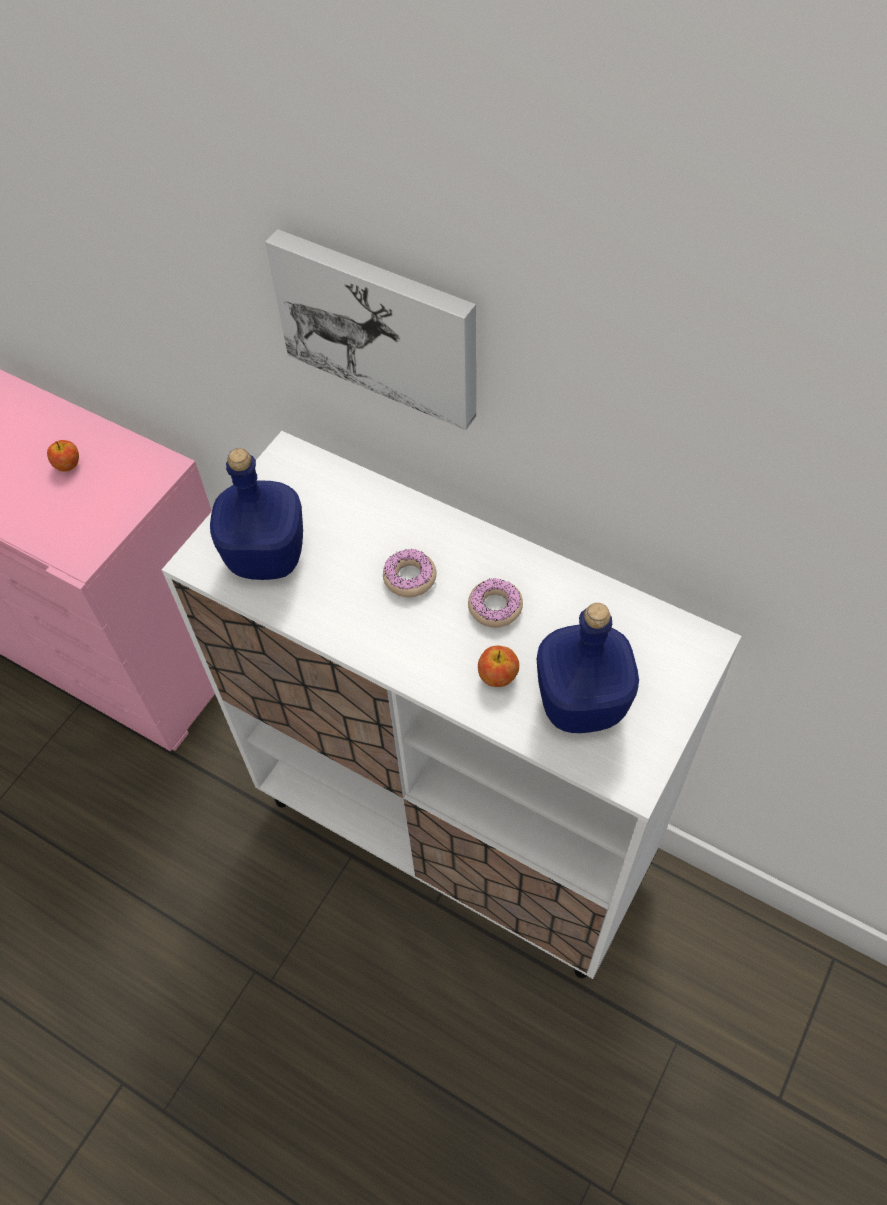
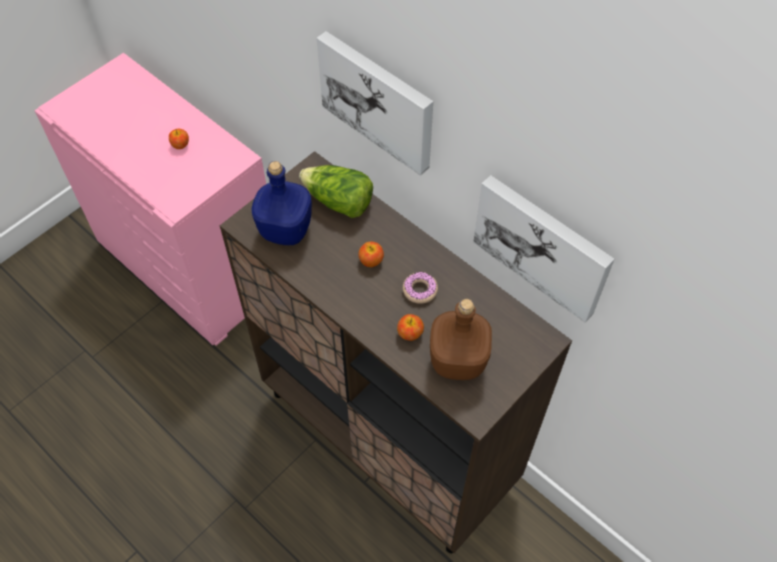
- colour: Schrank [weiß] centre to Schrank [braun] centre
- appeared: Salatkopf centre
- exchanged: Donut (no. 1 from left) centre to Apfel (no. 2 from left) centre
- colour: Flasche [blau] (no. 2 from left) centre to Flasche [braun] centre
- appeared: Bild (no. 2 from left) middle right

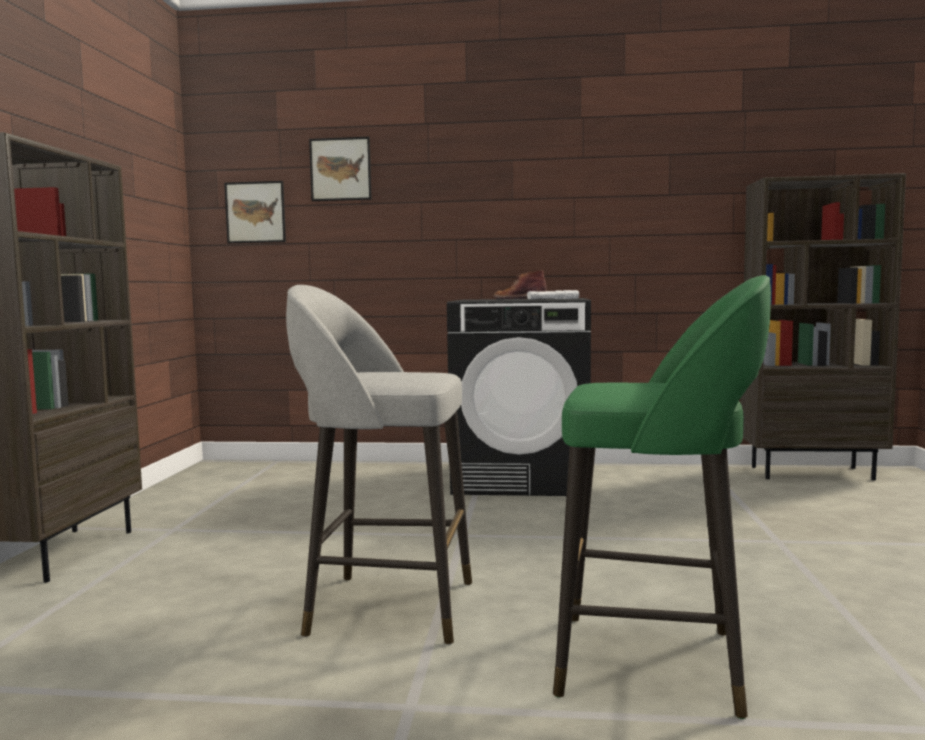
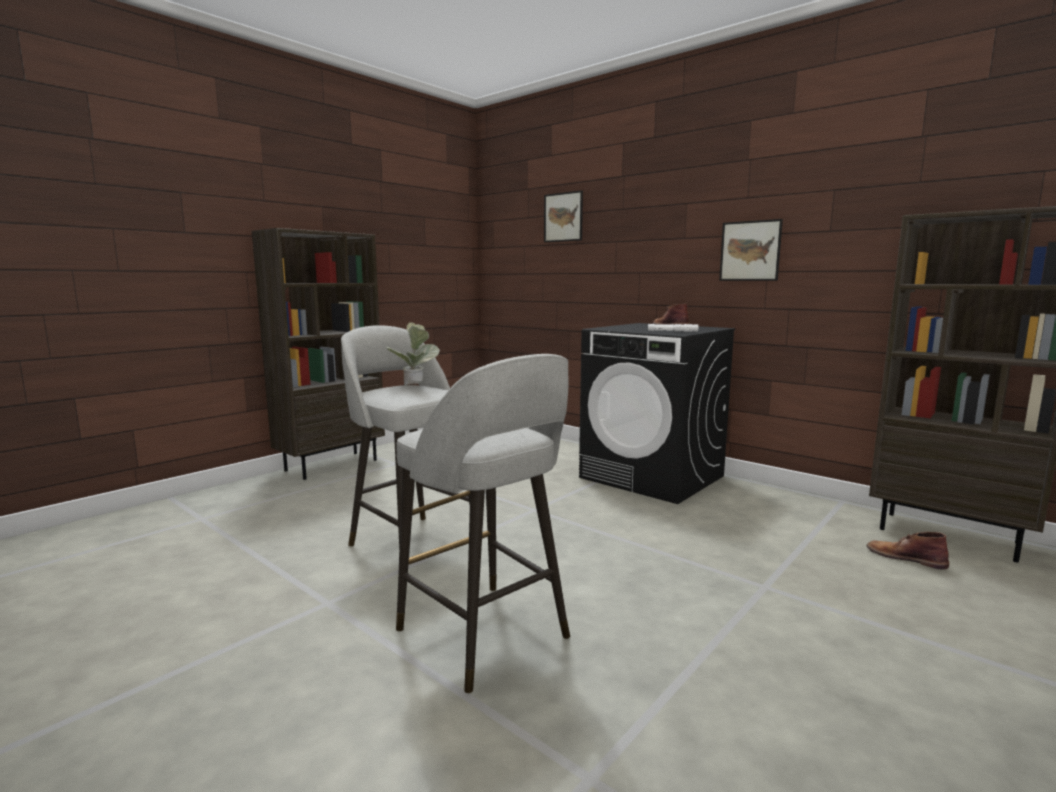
- appeared: Topfpflanze centre
- colour: Hocker [grün] bottom right to Hocker [grau] (no. 2 from left) centre
- relocated: Bild (no. 1 from left in the first image) top left to Bild (no. 2 from left) top right
- appeared: Stiefel [braun] (no. 2 from left) bottom right

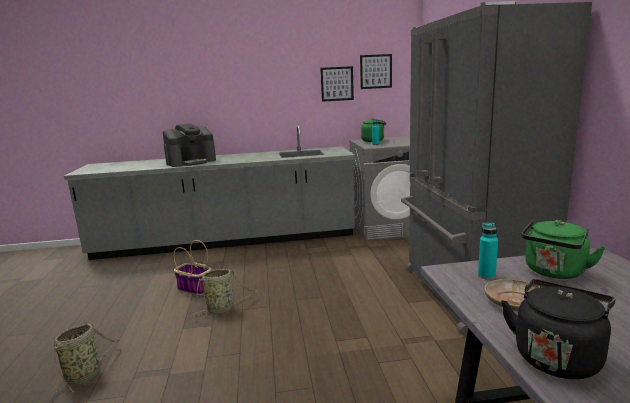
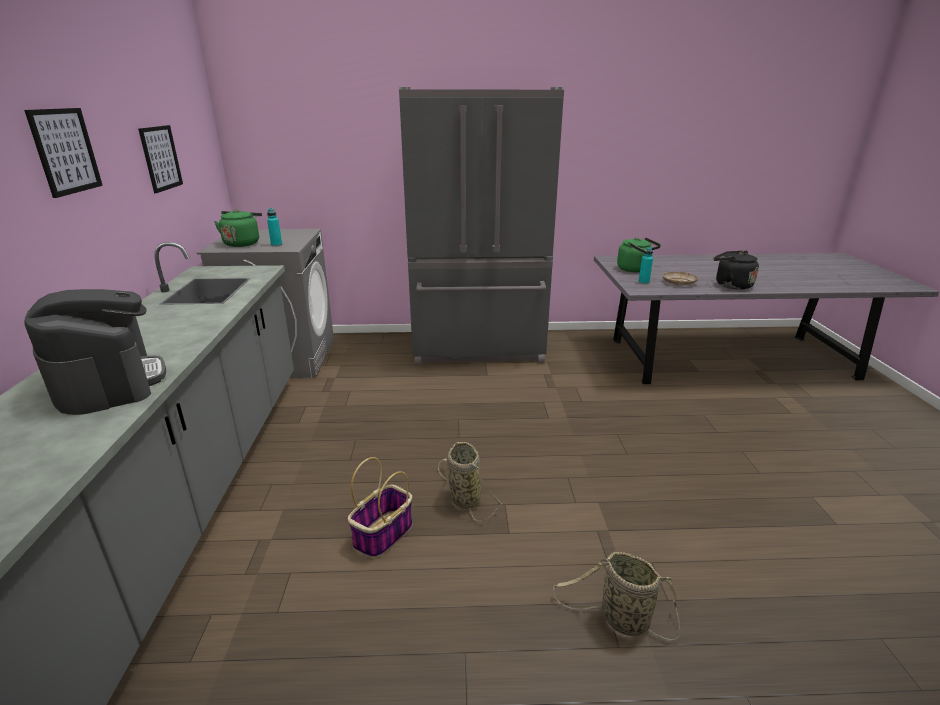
- relocated: Bild (no. 2 from left in the first image) top centre to Bild (no. 1 from left) top left

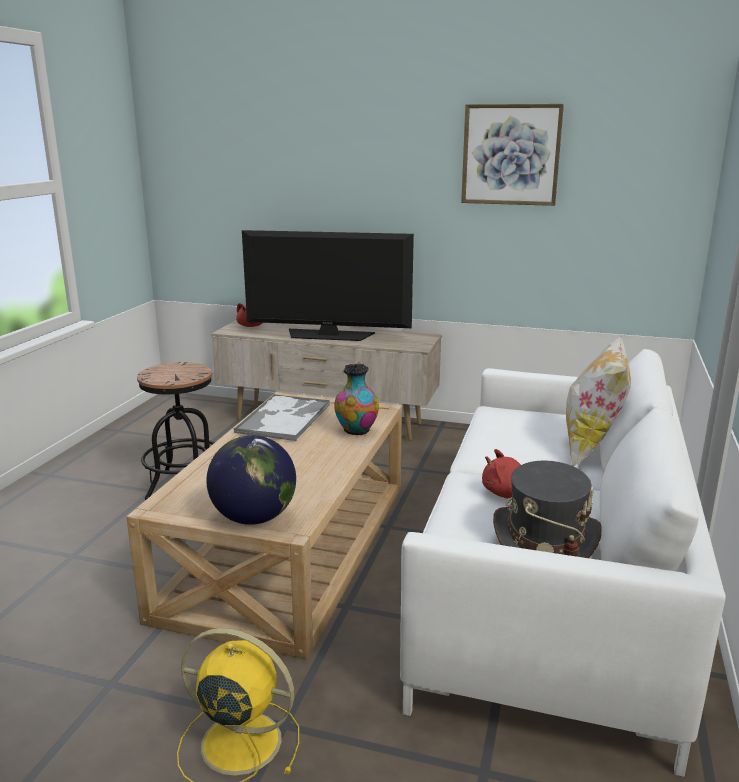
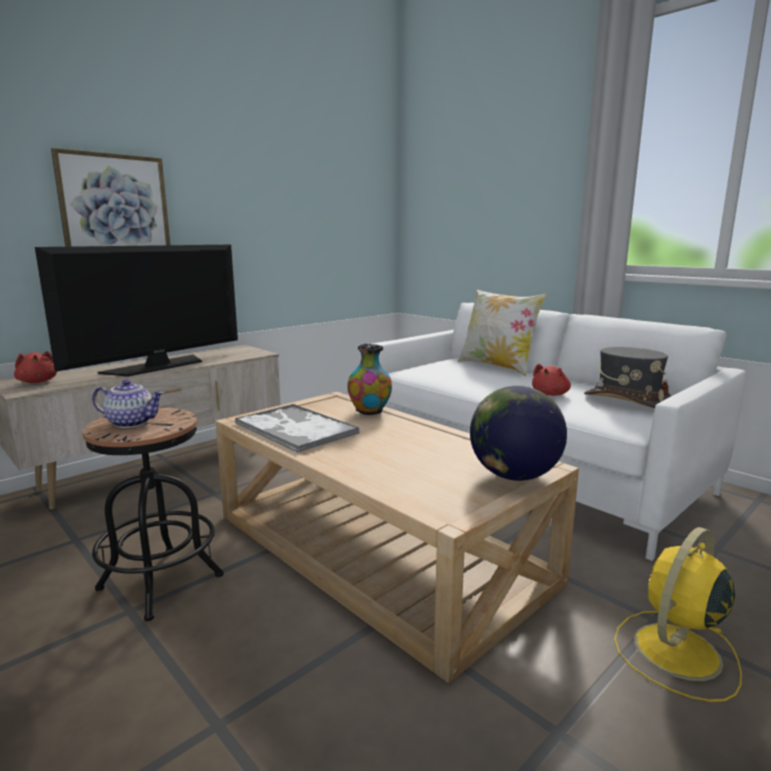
- relocated: Bild top right to top left
- appeared: Teekanne middle left

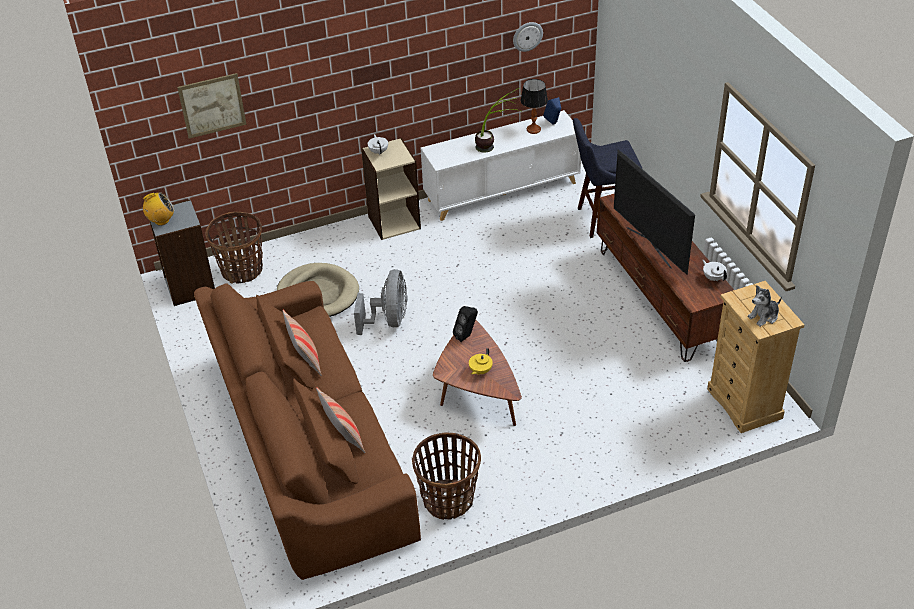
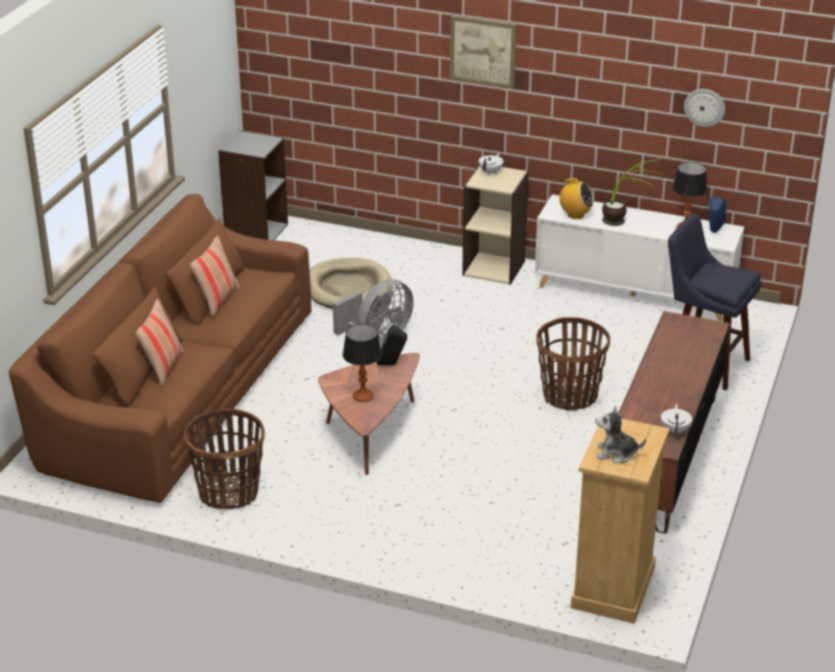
- exchanged: Teekanne [gelb] centre to Tischlampe (no. 1 from left) centre
- relocated: Bild top left to top centre
- relocated: Korb (no. 1 from left in the first image) middle left to Korb (no. 2 from left) middle right
- relocated: Radio middle left to top right
- missing: Fernseher middle right

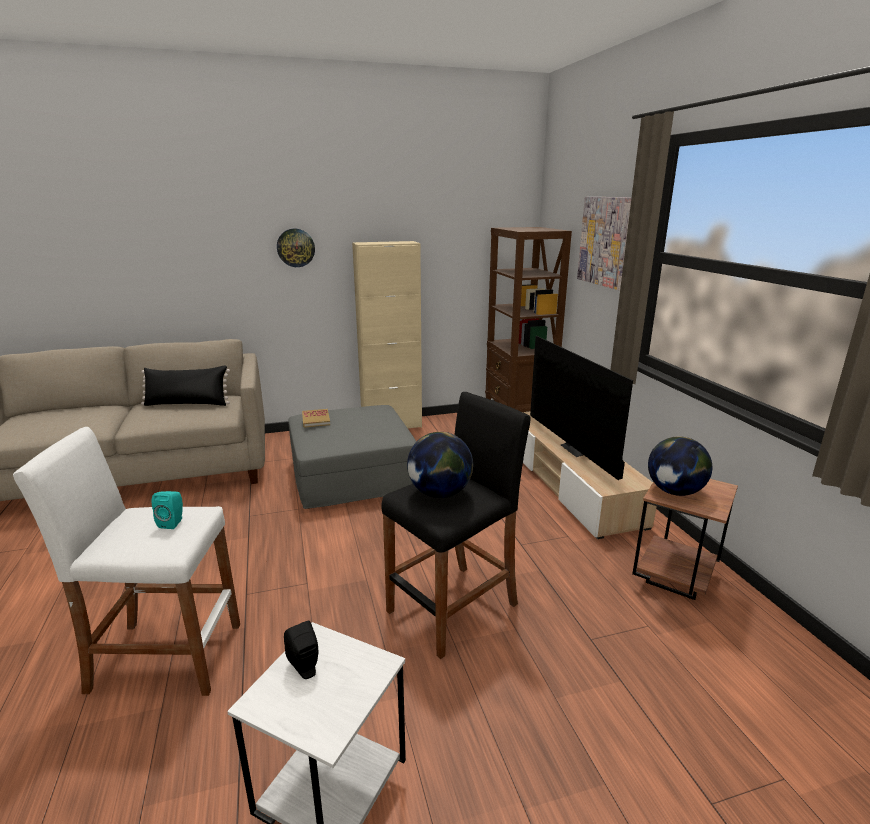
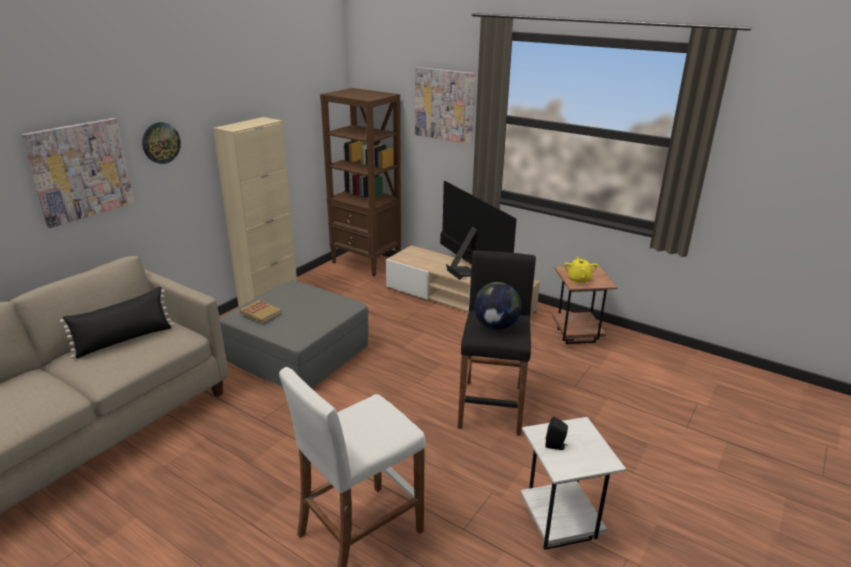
- appeared: Bild (no. 1 from left) top left
- spun: Fernseher middle right = centre 150 degrees counterclockwise
- exchanged: Globus (no. 2 from left) middle right to Teekanne [gelb] middle right
- missing: Lautsprecher [türkis] middle left

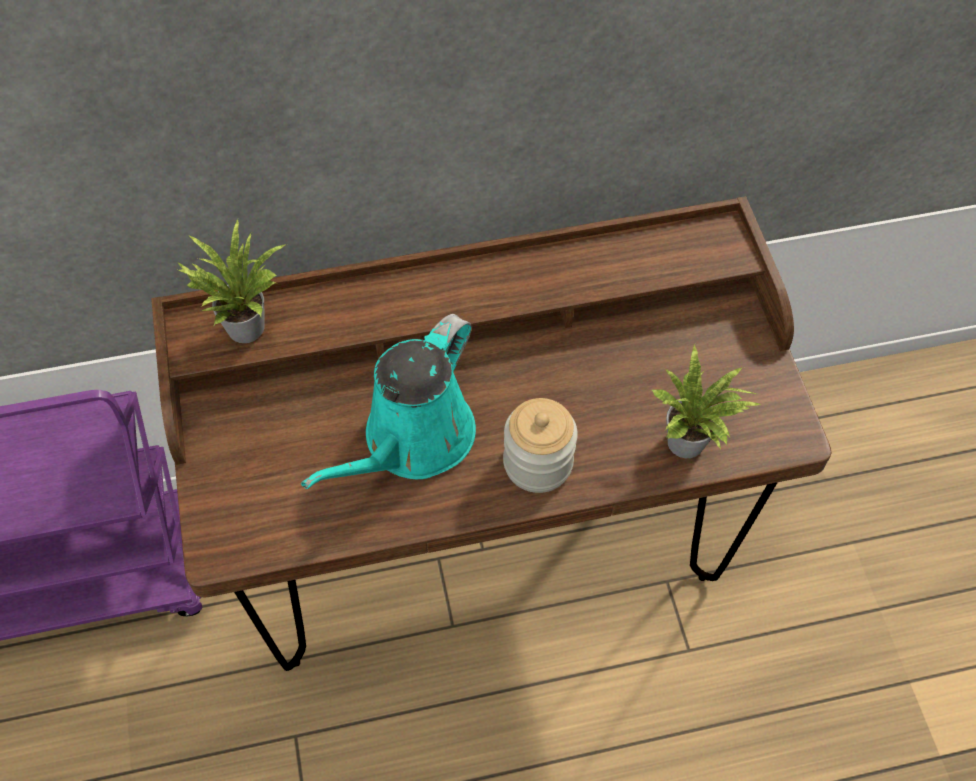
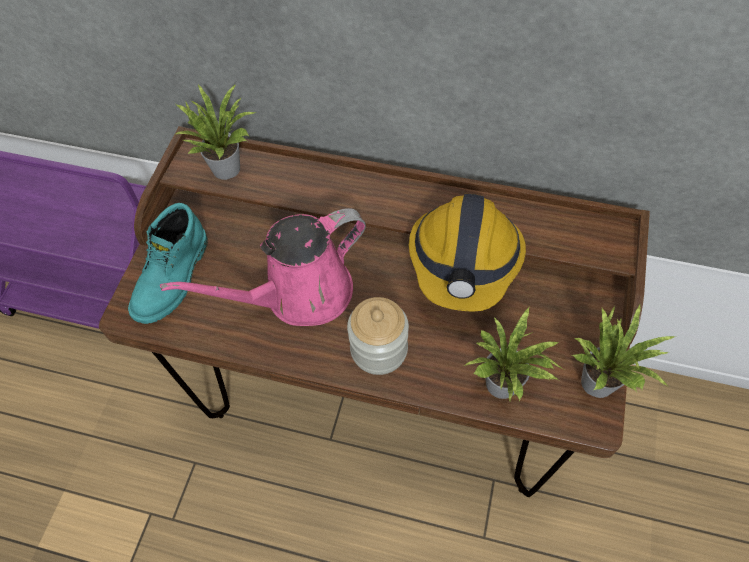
- appeared: Stiefel [türkis] middle left
- colour: Gießkanne [türkis] centre to Gießkanne [rosa] centre
- appeared: Schutzhelm centre
- appeared: Topfpflanze (no. 3 from left) middle right

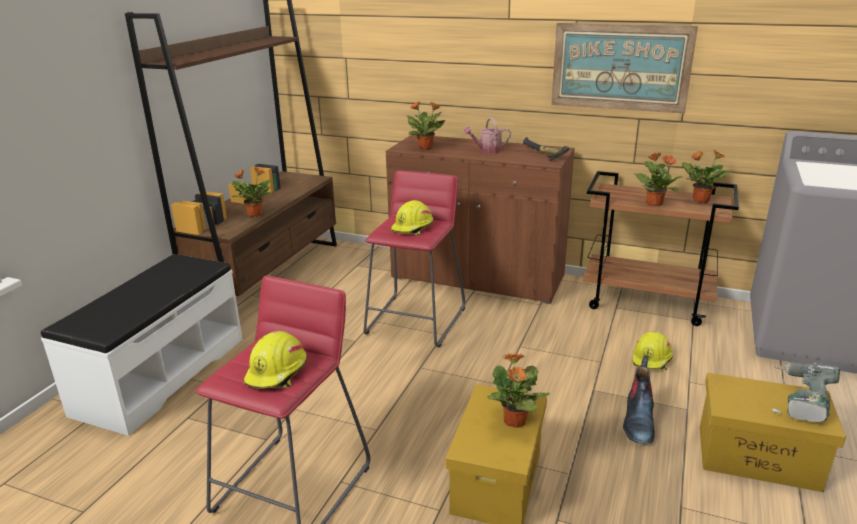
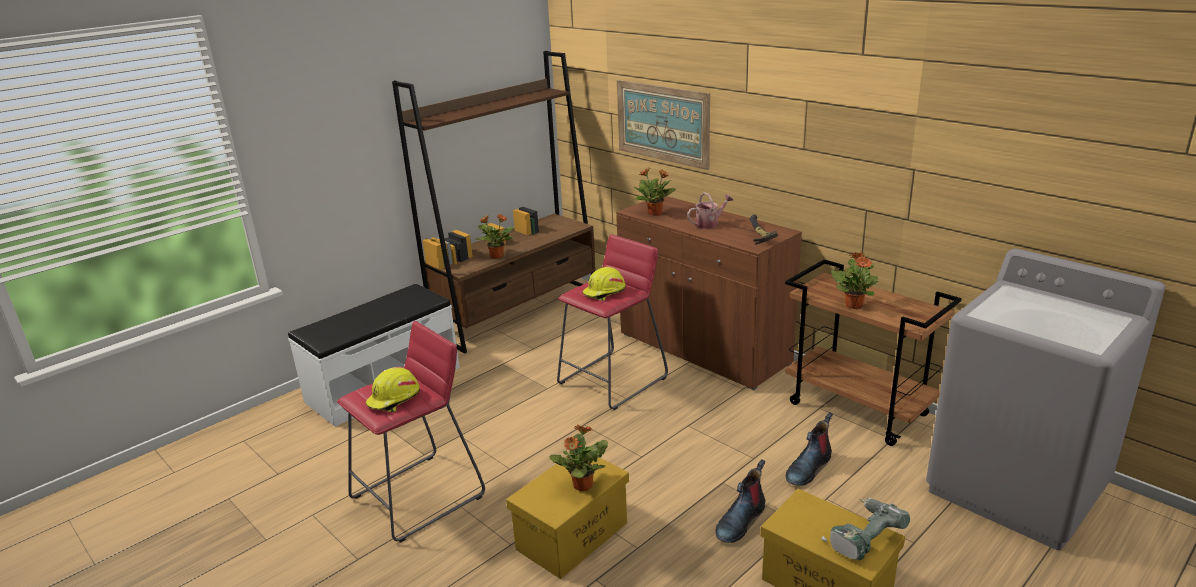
- relocated: Bild top right to top centre
- spun: Gießkanne top centre = centre 150 degrees clockwise
- exchanged: Schutzhelm [gelb] (no. 3 from left) bottom right to Stiefel (no. 2 from left) bottom right
- missing: Topfpflanze (no. 5 from left) middle right

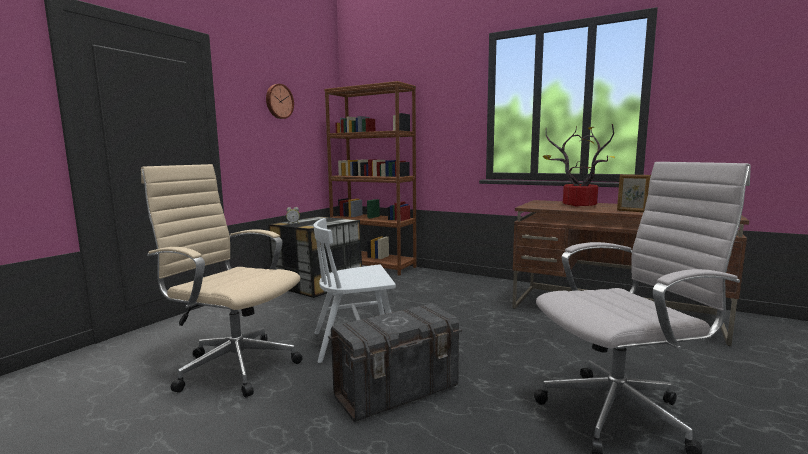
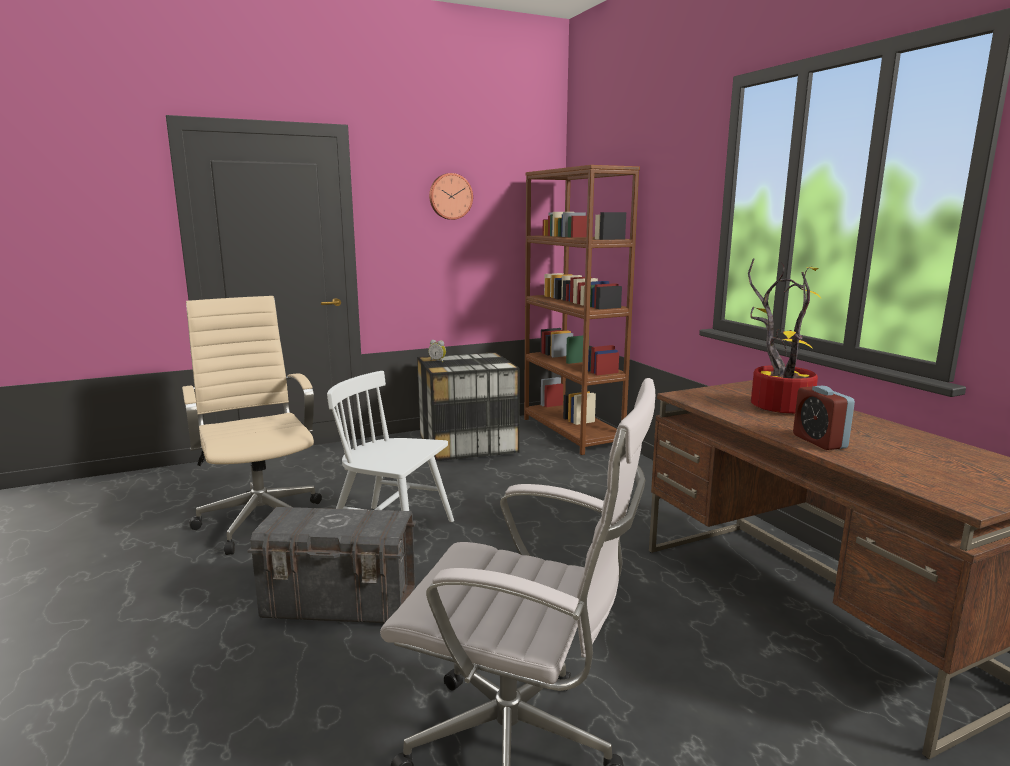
- exchanged: Bilderrahmen middle right to Wecker (no. 2 from left) middle right

